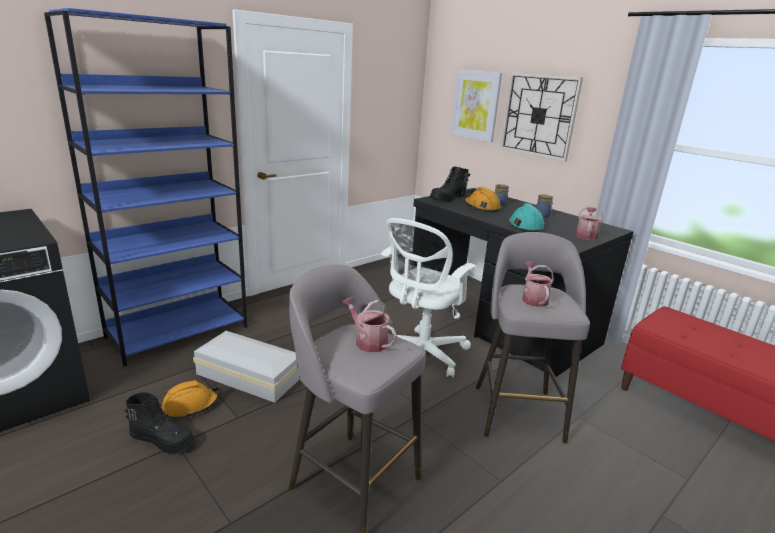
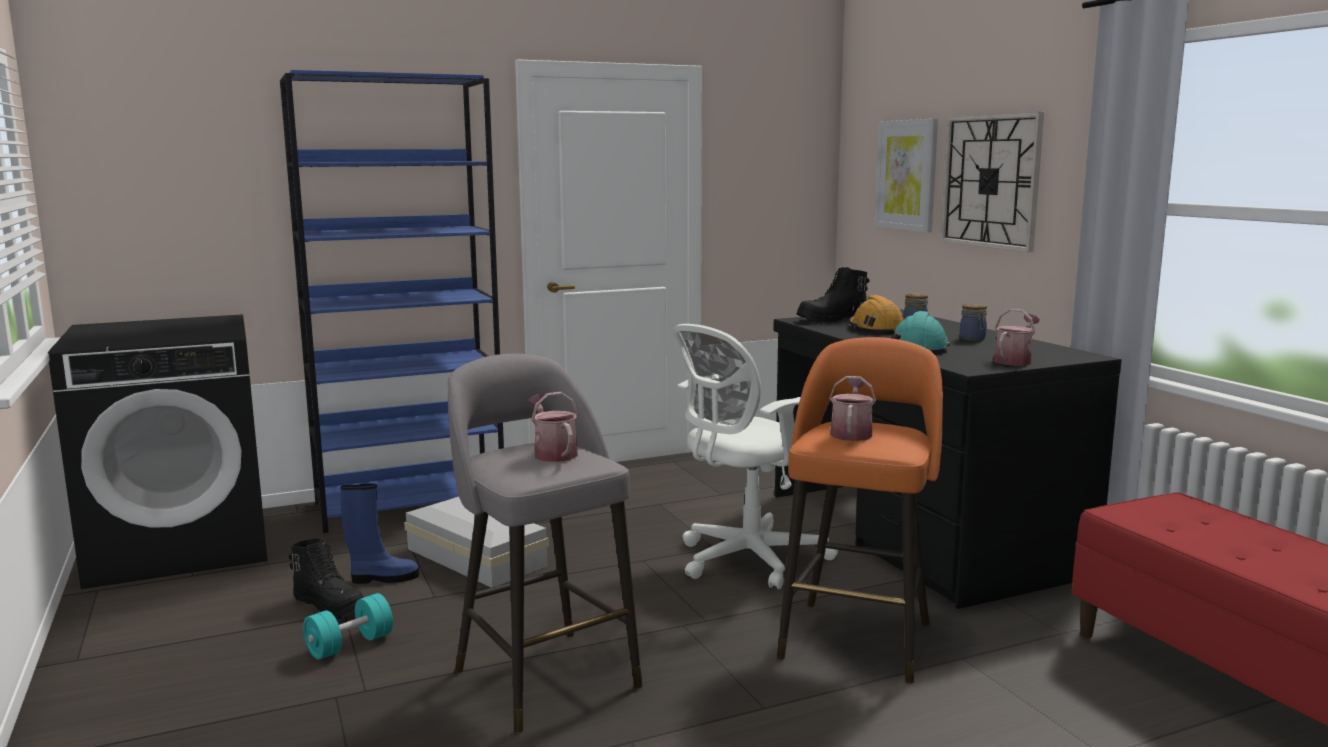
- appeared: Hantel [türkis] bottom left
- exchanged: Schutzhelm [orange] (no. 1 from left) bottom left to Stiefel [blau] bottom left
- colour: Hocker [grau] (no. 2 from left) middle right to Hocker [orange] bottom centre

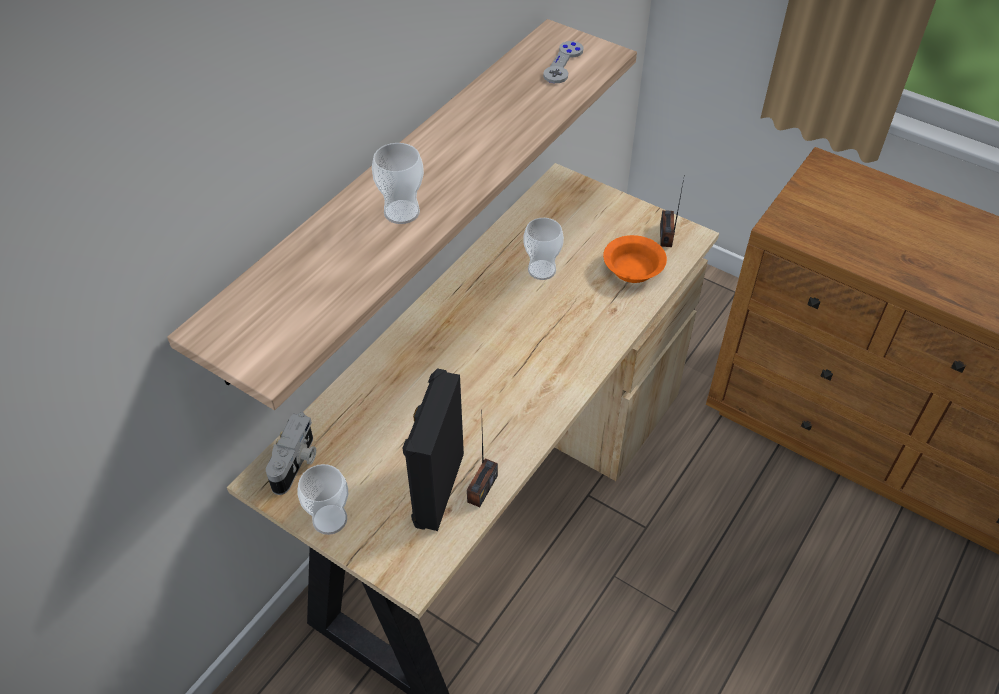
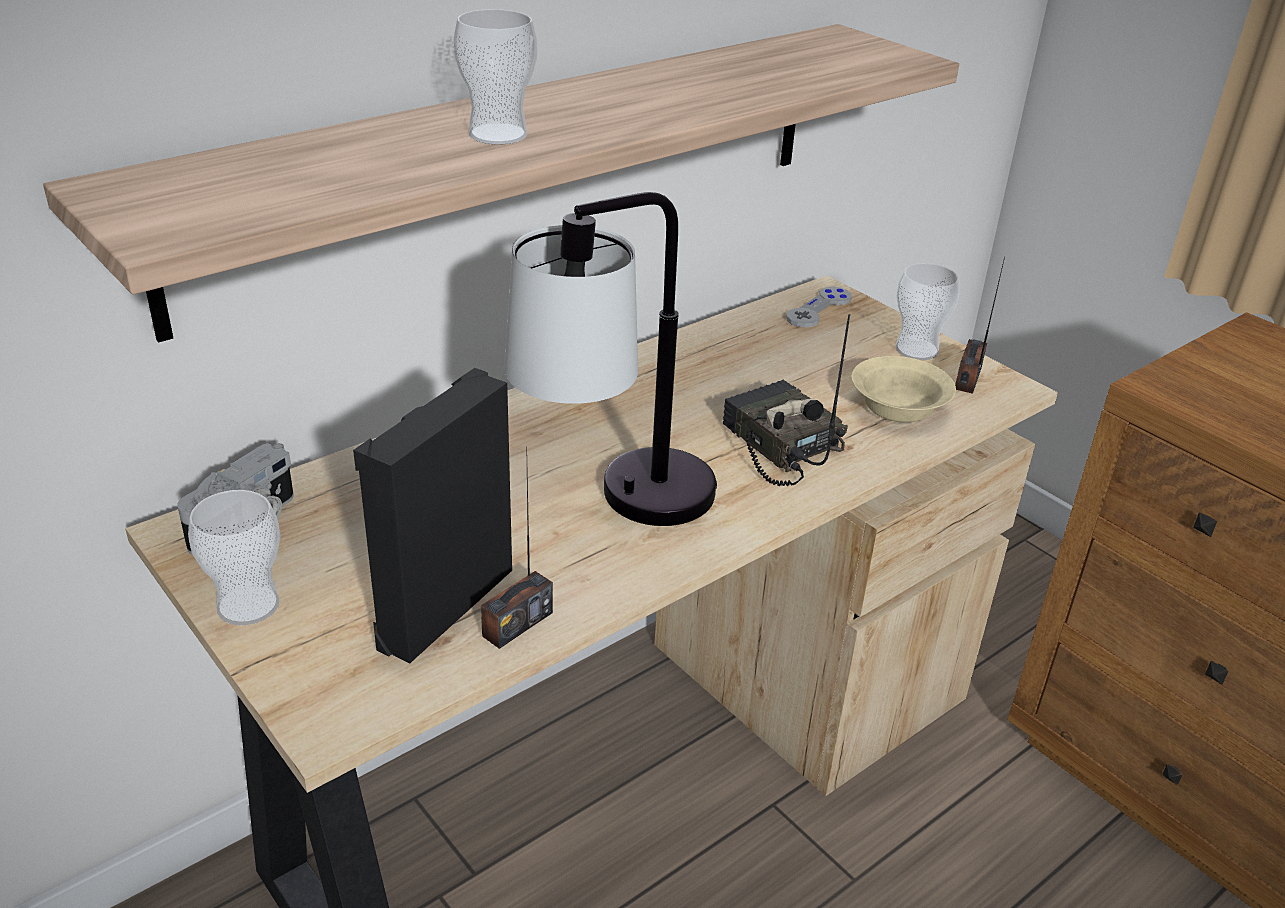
- appeared: Tischlampe centre
- appeared: Radio (no. 2 from left) centre
- relocated: Gamepad [grau] top centre to centre
- colour: Schüssel [orange] centre to Schüssel [beige] middle right
- relocated: Tasse (no. 3 from left) centre to middle right

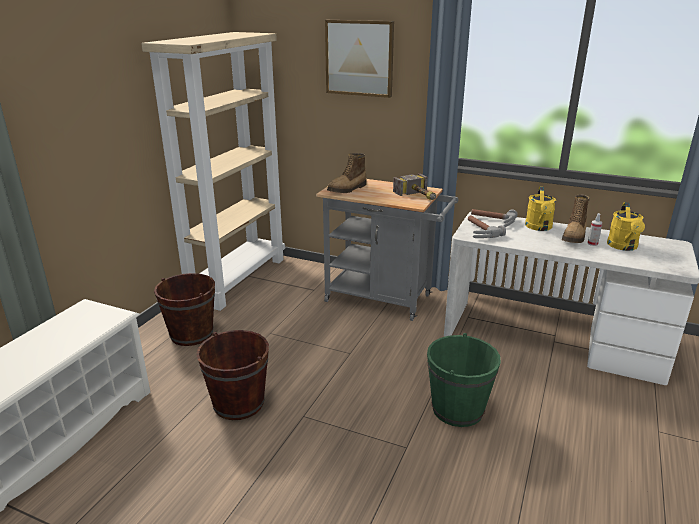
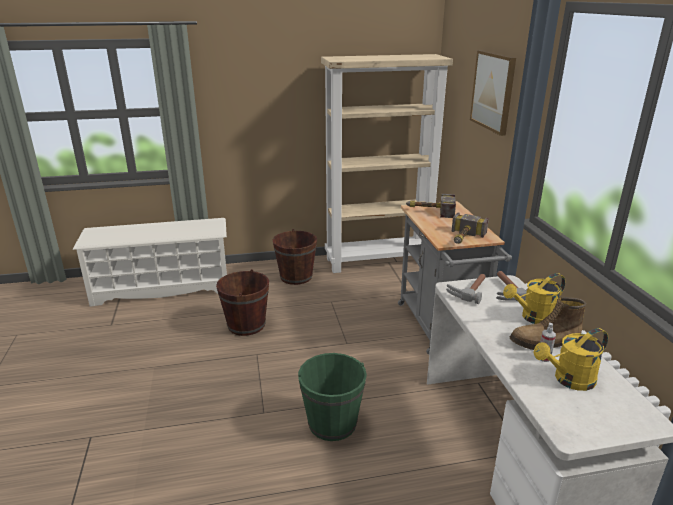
- exchanged: Stiefel (no. 1 from left) top centre to Hammer (no. 1 from left) centre

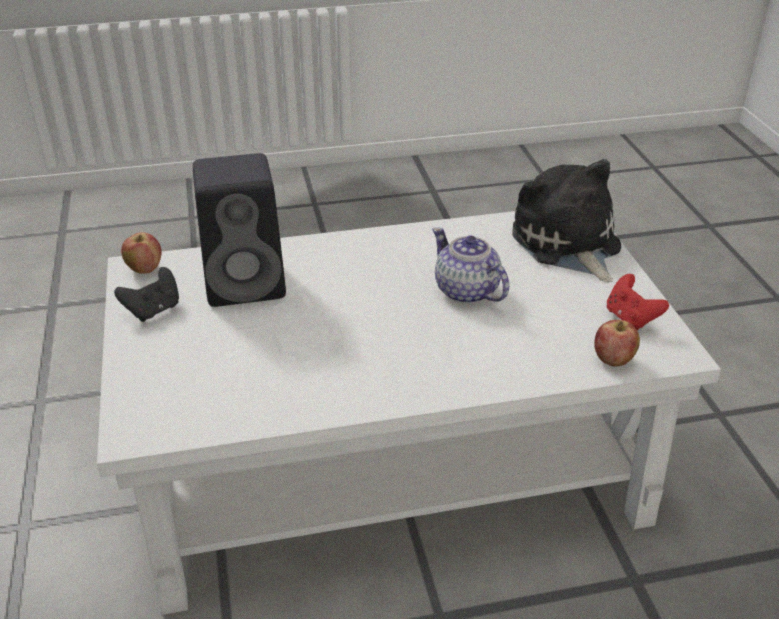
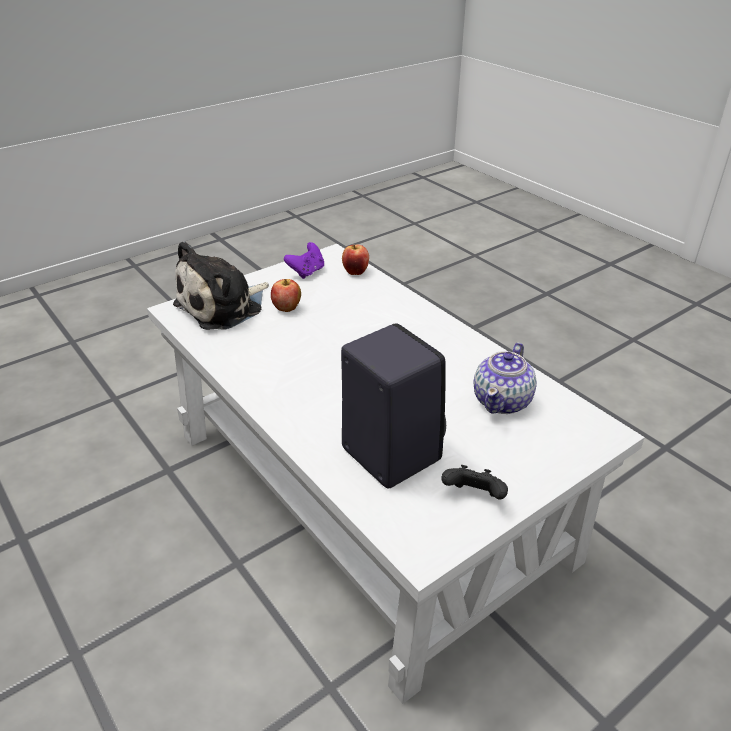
- relocated: Apfel (no. 1 from left) middle left to centre
- colour: Gamepad [rot] middle right to Gamepad [lila] centre
- relocated: Teekanne centre to middle right

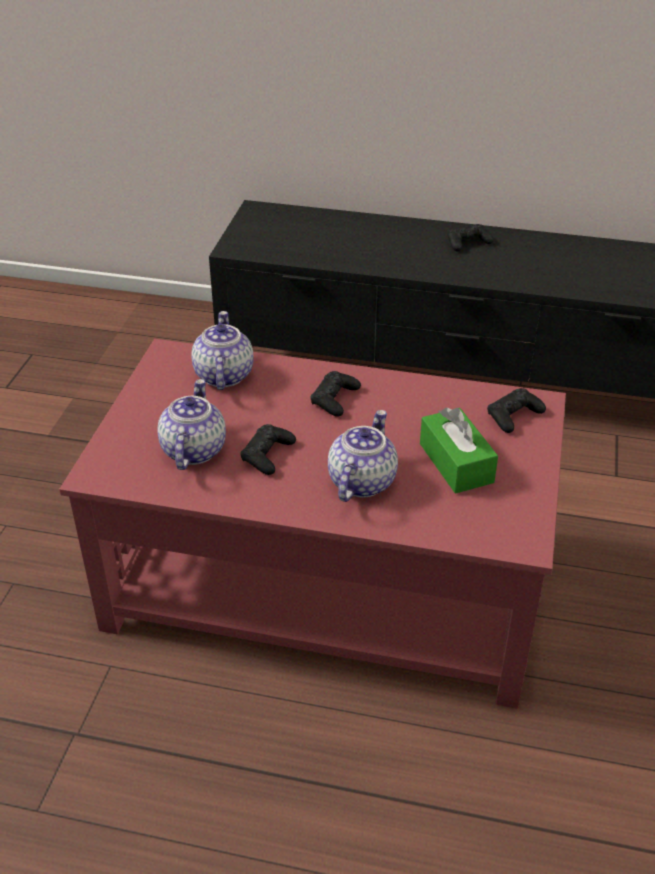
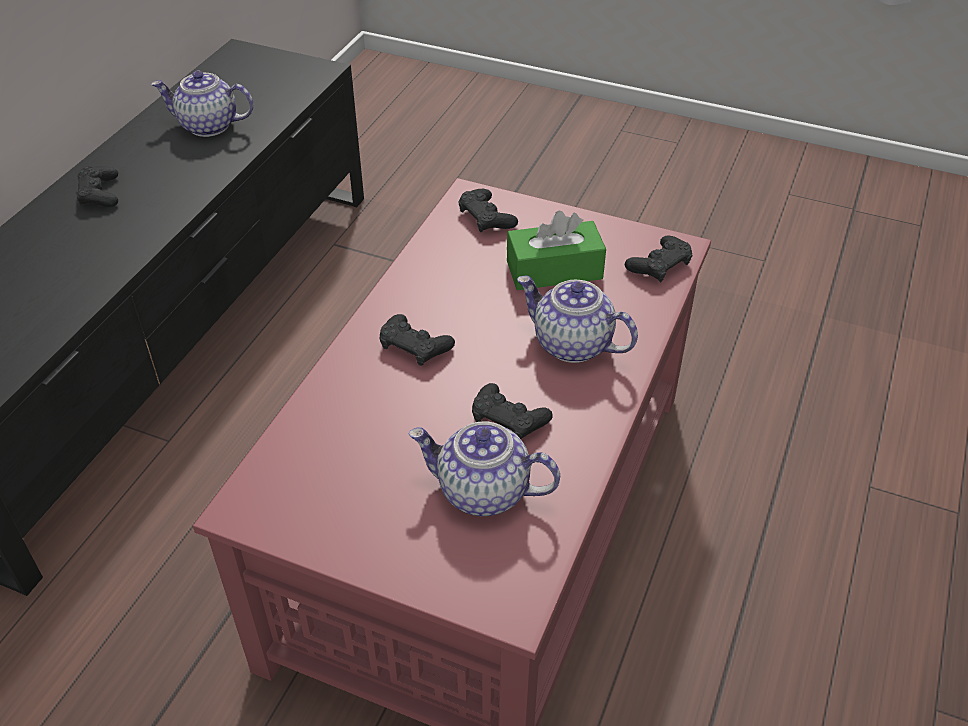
- relocated: Teekanne (no. 2 from left in the first image) centre to Teekanne (no. 1 from left) top left
- appeared: Gamepad [schwarz] (no. 5 from left) middle right

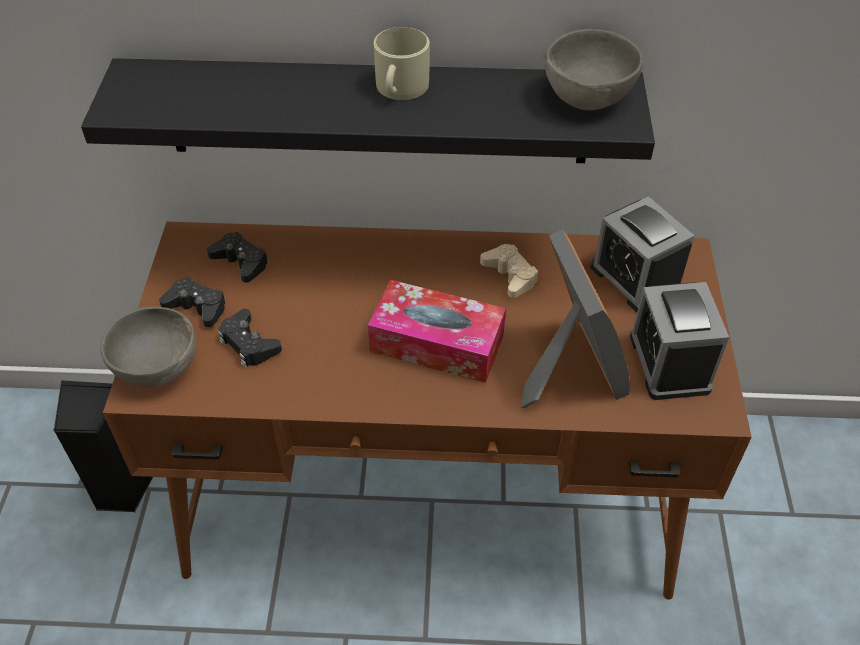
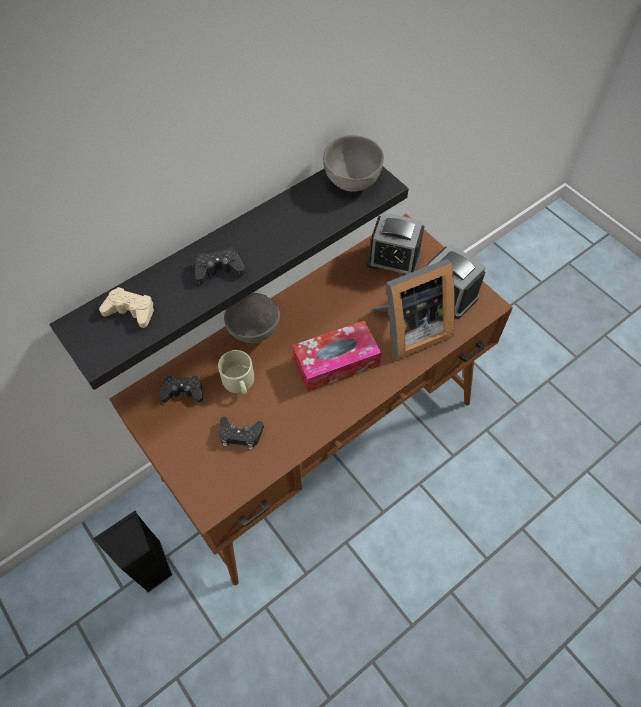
- relocated: Gamepad [beige] centre to middle left
- relocated: Gamepad [schwarz] (no. 1 from left in the first image) middle left to Gamepad [schwarz] (no. 2 from left) centre
- relocated: Henkelbecher [beige] top centre to centre
- relocated: Schüssel [grau] (no. 1 from left) middle left to centre
- spun: Bilderrahmen middle right = centre 120 degrees clockwise

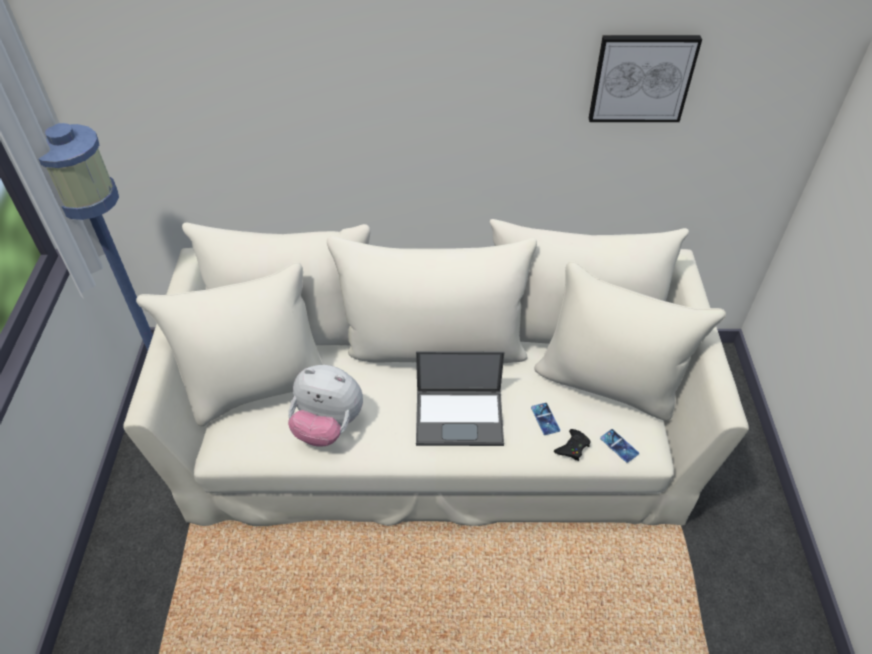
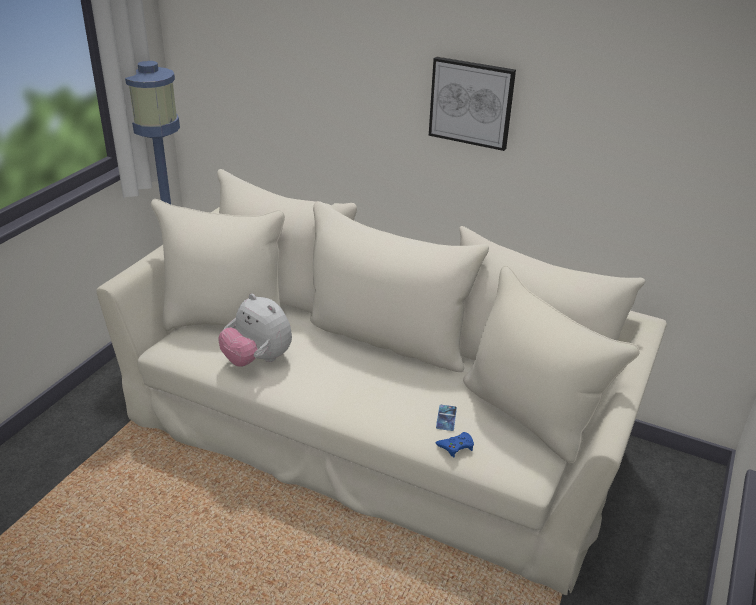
- relocated: Bild top right to top centre
- colour: Gamepad [schwarz] bottom centre to Gamepad [blau] bottom centre
- missing: Laptop centre
- missing: Handy (no. 2 from left) bottom right

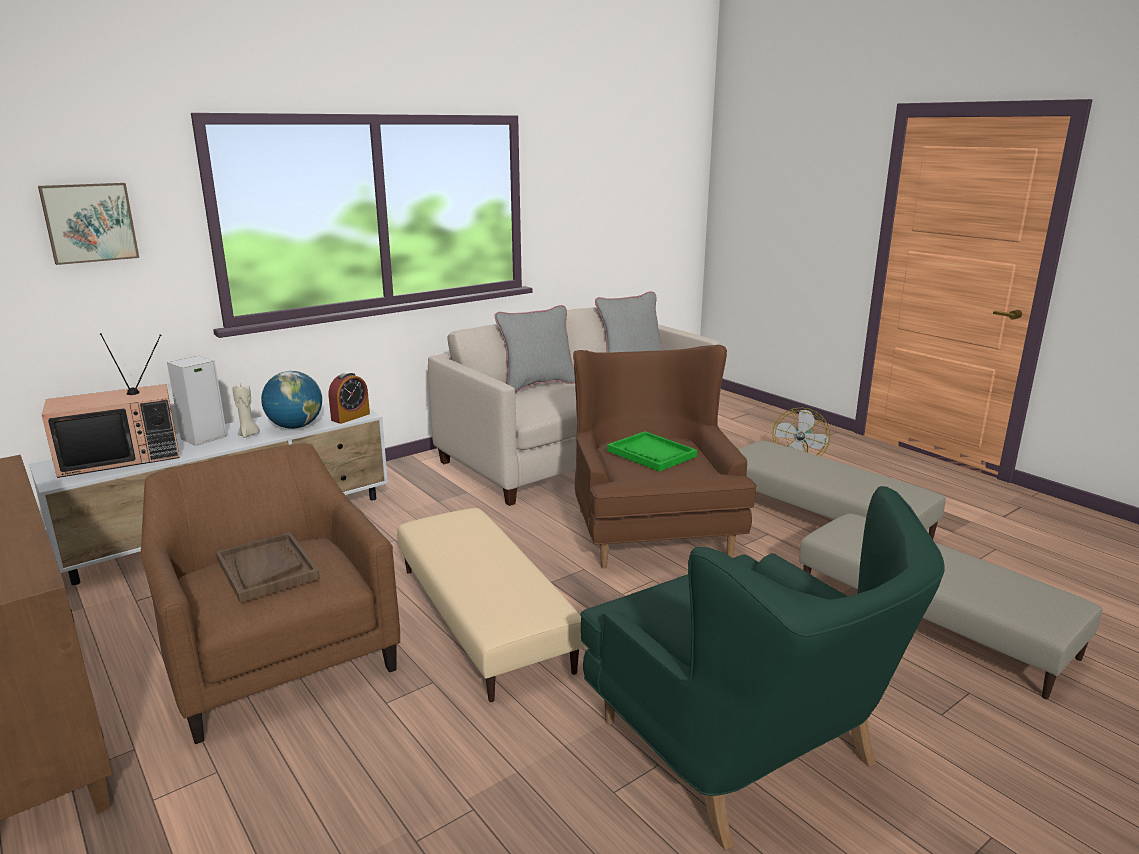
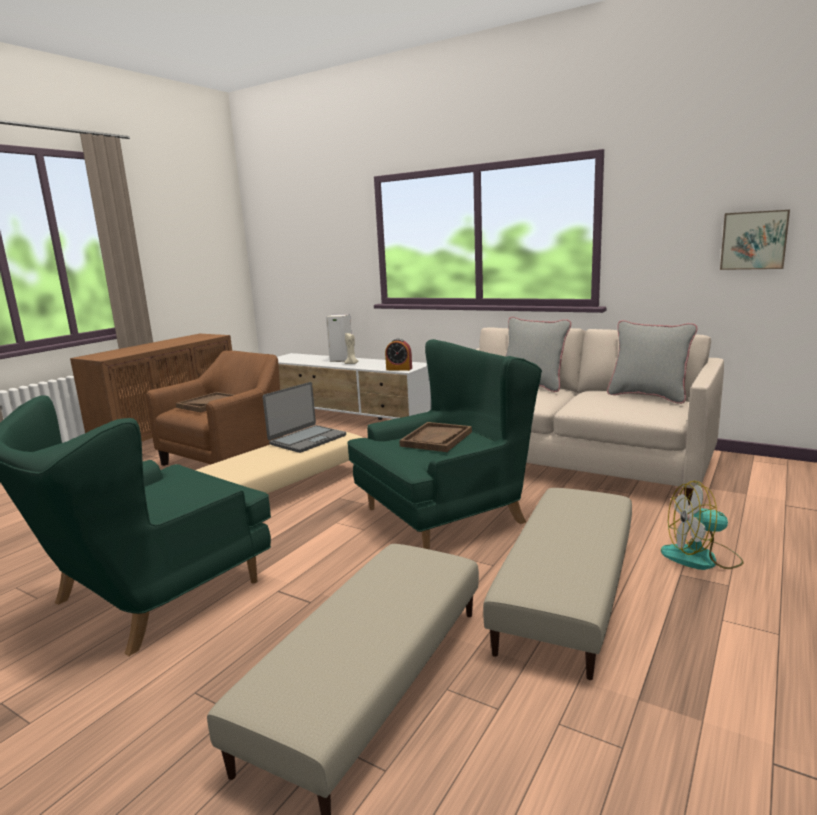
- appeared: Laptop centre
- colour: Sessel [braun] (no. 2 from left) centre to Sessel [grün] (no. 2 from left) centre
- colour: Tablett [grün] centre to Tablett [braun] (no. 2 from left) centre
- relocated: Bild top left to top right
- missing: Fernseher middle left
- missing: Globus middle left

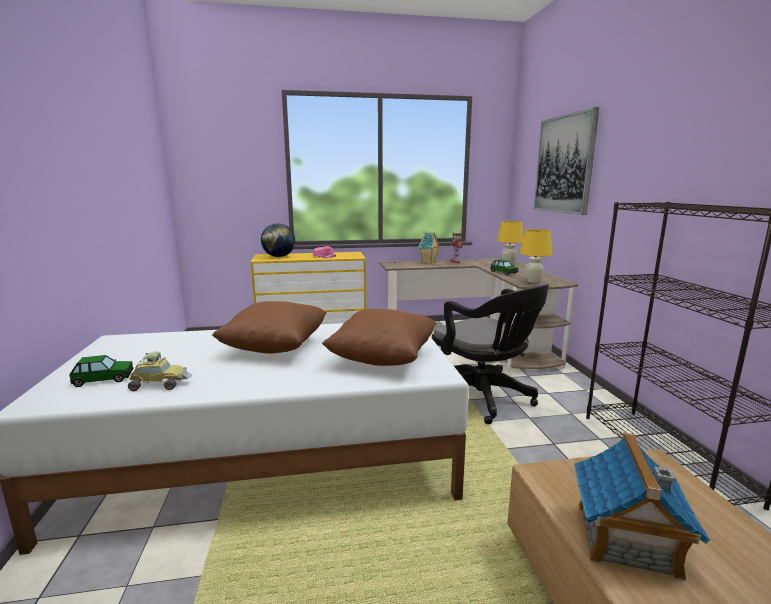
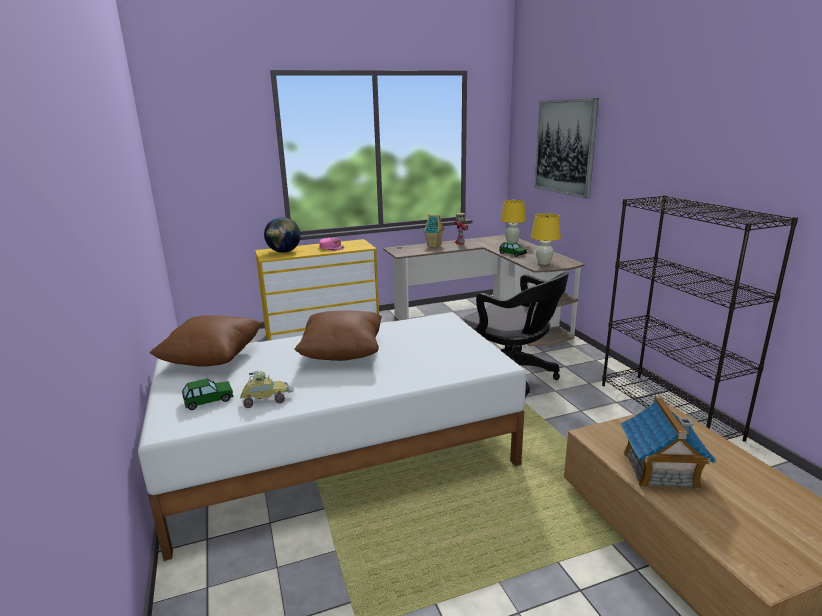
- relocated: Kissen [braun] (no. 2 from left in the first image) centre to Kissen [braun] (no. 1 from left) middle left

